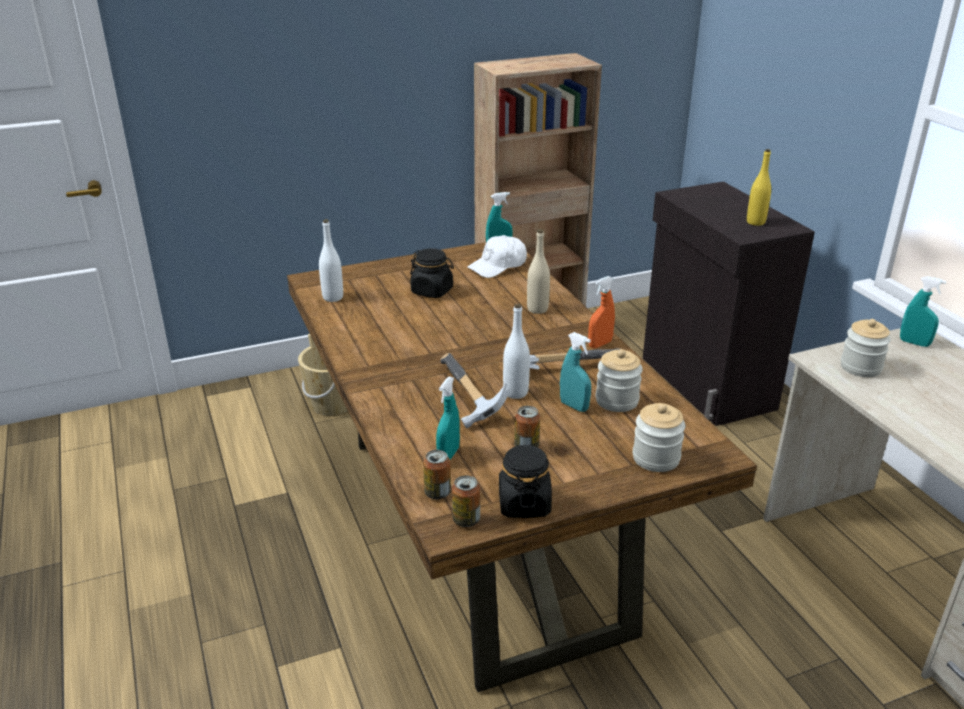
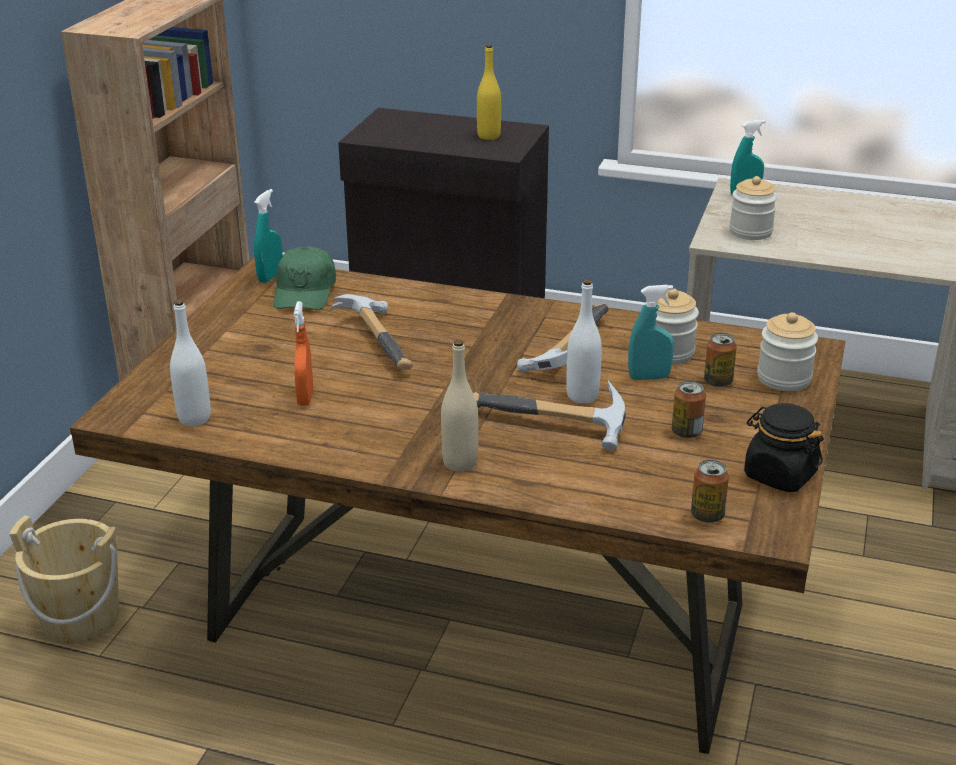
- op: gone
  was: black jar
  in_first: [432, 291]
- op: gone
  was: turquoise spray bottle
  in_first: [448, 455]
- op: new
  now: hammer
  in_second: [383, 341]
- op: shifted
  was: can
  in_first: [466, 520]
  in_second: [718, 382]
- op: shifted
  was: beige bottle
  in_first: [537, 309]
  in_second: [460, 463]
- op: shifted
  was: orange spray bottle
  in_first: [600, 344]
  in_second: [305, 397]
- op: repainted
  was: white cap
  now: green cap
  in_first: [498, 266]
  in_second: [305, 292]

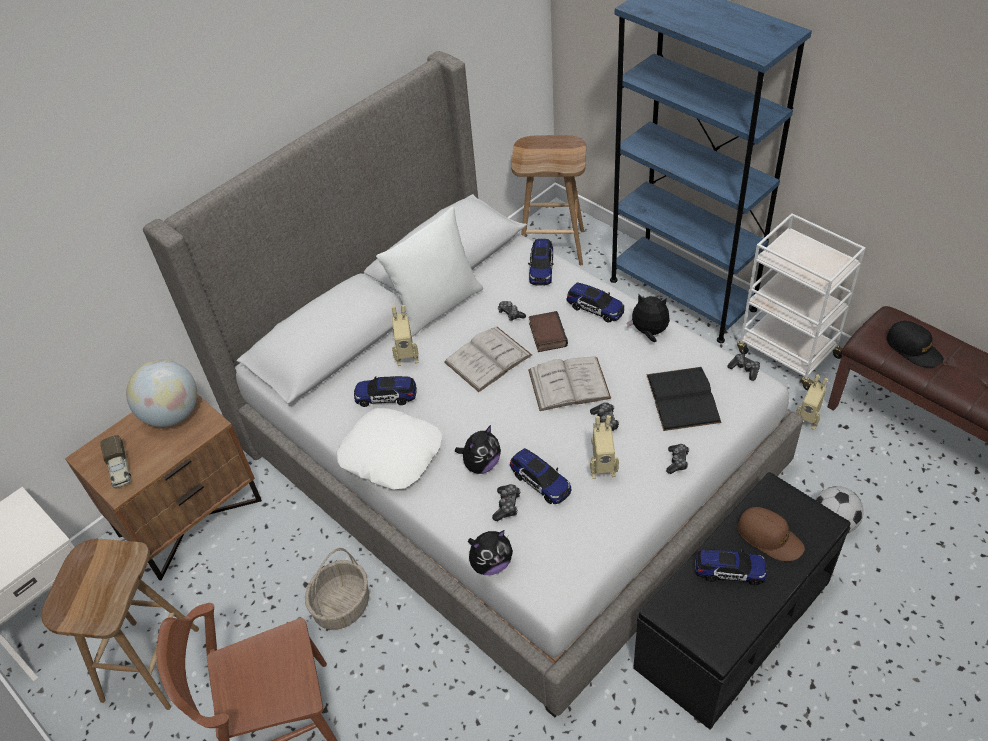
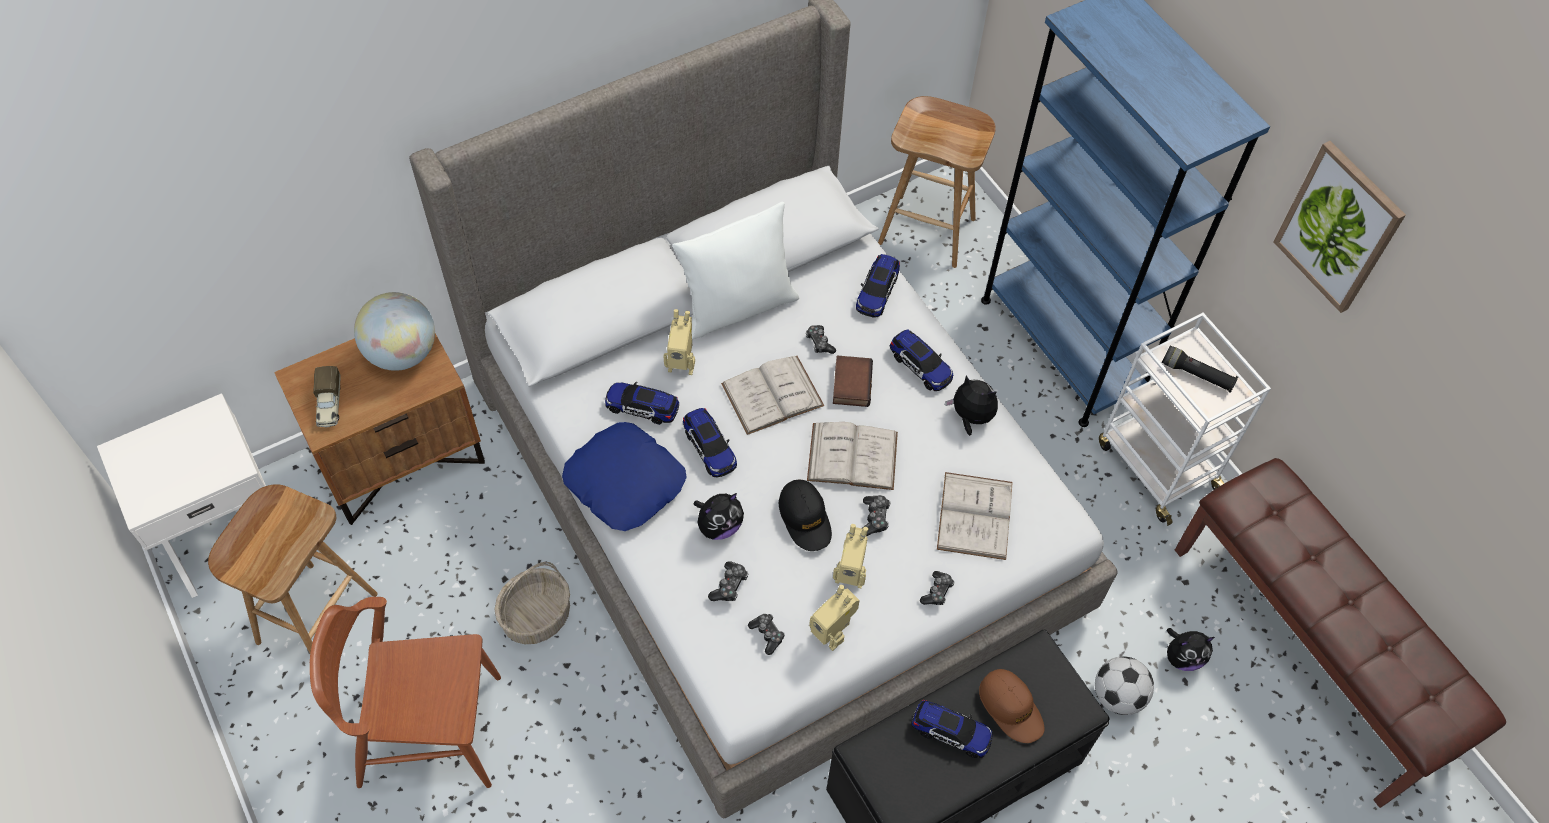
- op: new
  now: black flashlight
  in_second: [1197, 375]
- op: new
  now: picture
  in_second: [1339, 227]
- op: shifted
  was: plush toy
  in_first: [491, 563]
  in_second: [1182, 657]
- op: shifted
  was: toy car
  in_first: [540, 482]
  in_second: [709, 448]
- op: shifted
  was: game controller
  in_first: [744, 369]
  in_second: [767, 634]
- op: shifted
  was: toy robot
  in_first: [808, 420]
  in_second: [832, 632]
- op: shifted
  was: black cap
  in_first: [913, 349]
  in_second: [805, 518]
- op: repainted
  was: white pillow
  now: blue pillow
  in_first: [391, 454]
  in_second: [625, 481]
- op: repainted
  was: black book
  now: white book
  in_first: [683, 398]
  in_second: [975, 515]

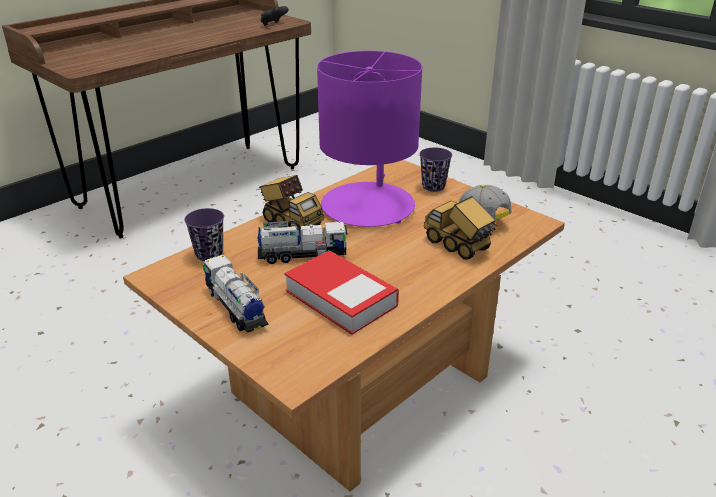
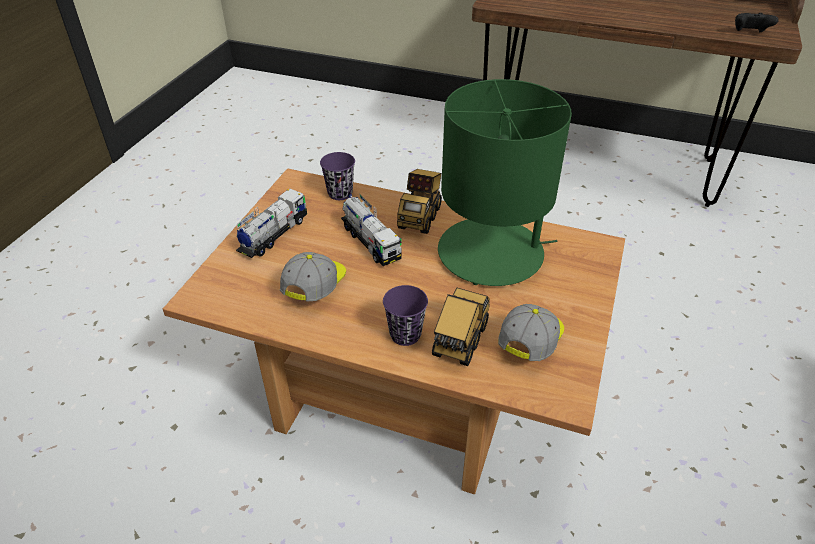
- op: shifted
  was: purple cup
  in_first: [433, 186]
  in_second: [405, 334]
- op: swapped
  was: book
  now: cap
  in_first: [340, 298]
  in_second: [316, 287]
- op: repainted
  was: purple table lamp
  now: green table lamp
  in_first: [368, 206]
  in_second: [492, 253]

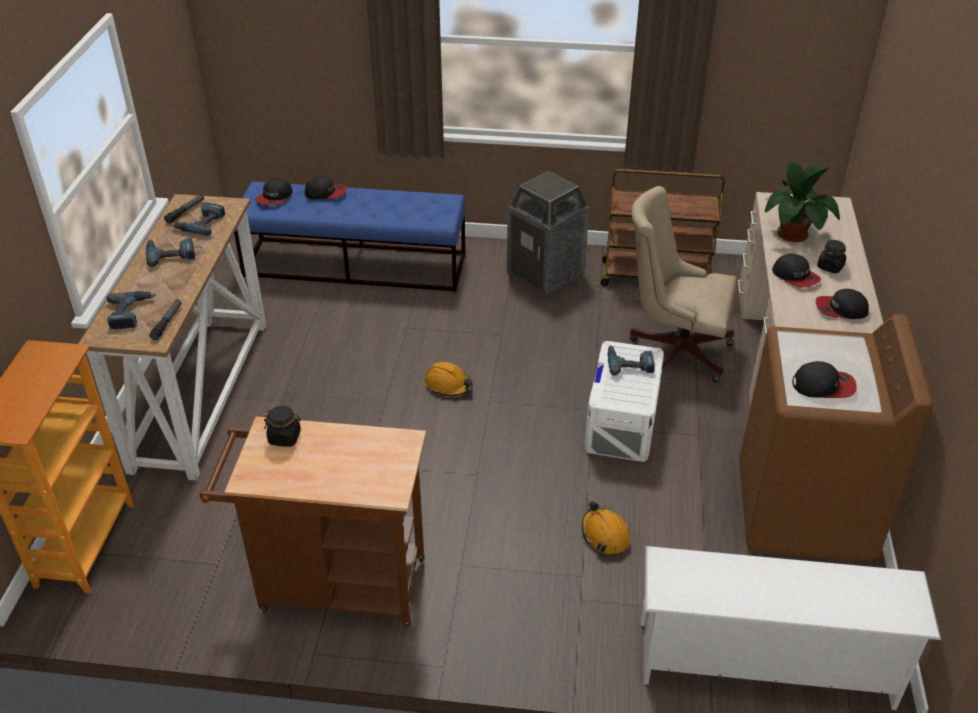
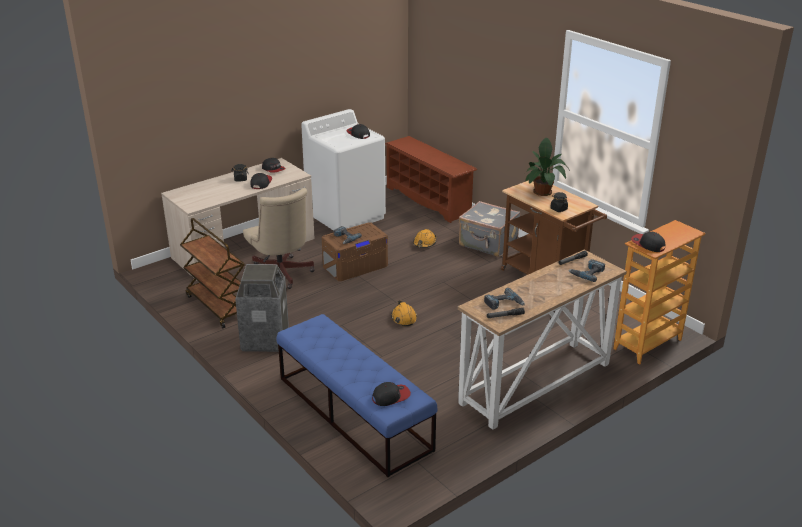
- op: gone
  was: power drill
  in_first: [170, 254]
- op: new
  now: grey suitcase
  in_second: [488, 244]
- op: shifted
  was: cap
  in_first: [326, 193]
  in_second: [648, 244]
- op: shifted
  was: potted plant
  in_first: [793, 235]
  in_second: [543, 191]
- op: repainted
  was: white storage box
  now: brown storage box
  in_first: [622, 422]
  in_second: [355, 266]
- op: repainted
  was: white shoe rack
  now: brown shoe rack
  in_first: [764, 667]
  in_second: [429, 200]
- op: repainted
  was: brown washing machine
  now: white washing machine
  in_first: [804, 512]
  in_second: [346, 215]

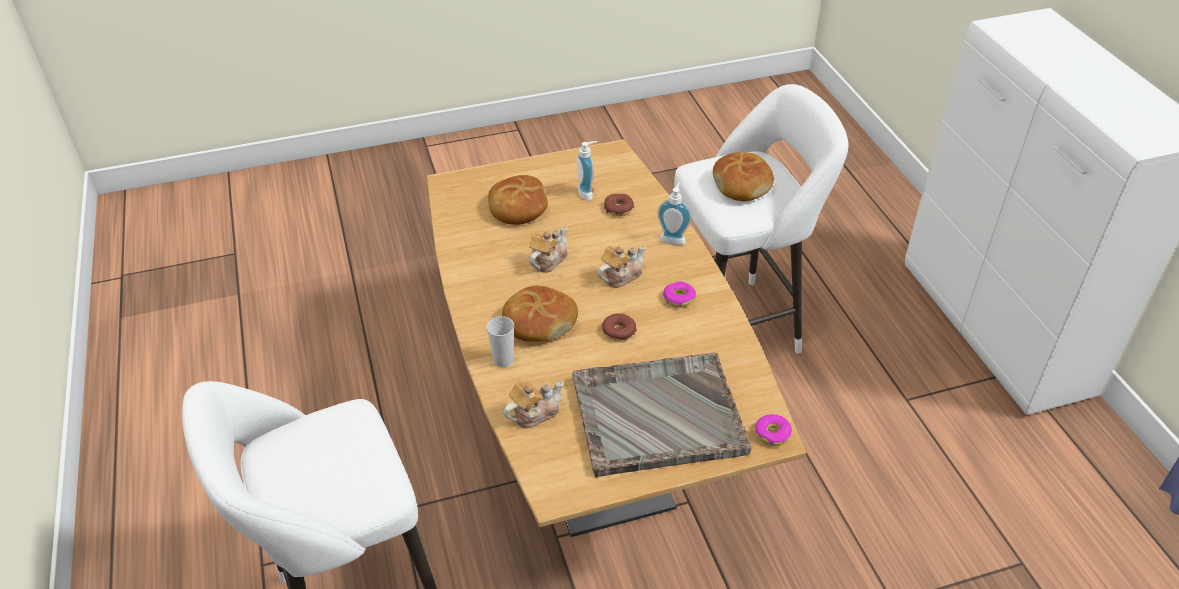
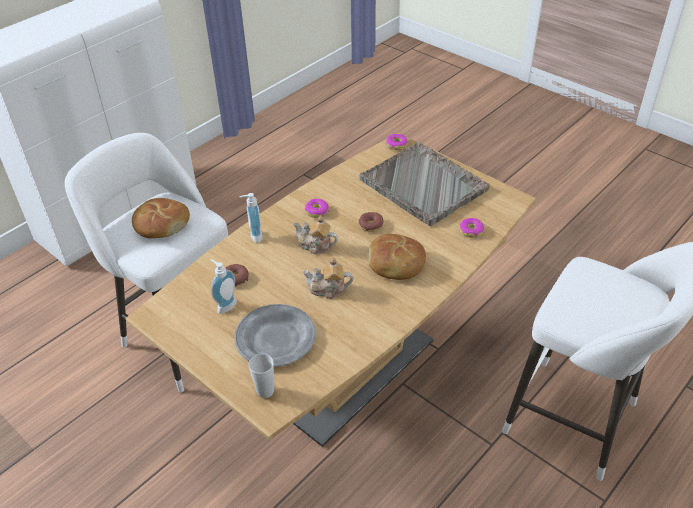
- op: shifted
  was: cup
  in_first: [503, 360]
  in_second: [265, 391]
- op: swapped
  was: bread
  now: grey plate
  in_first: [518, 208]
  in_second: [276, 339]
- op: swapped
  was: teapot
  now: donut
  in_first: [534, 413]
  in_second: [471, 231]

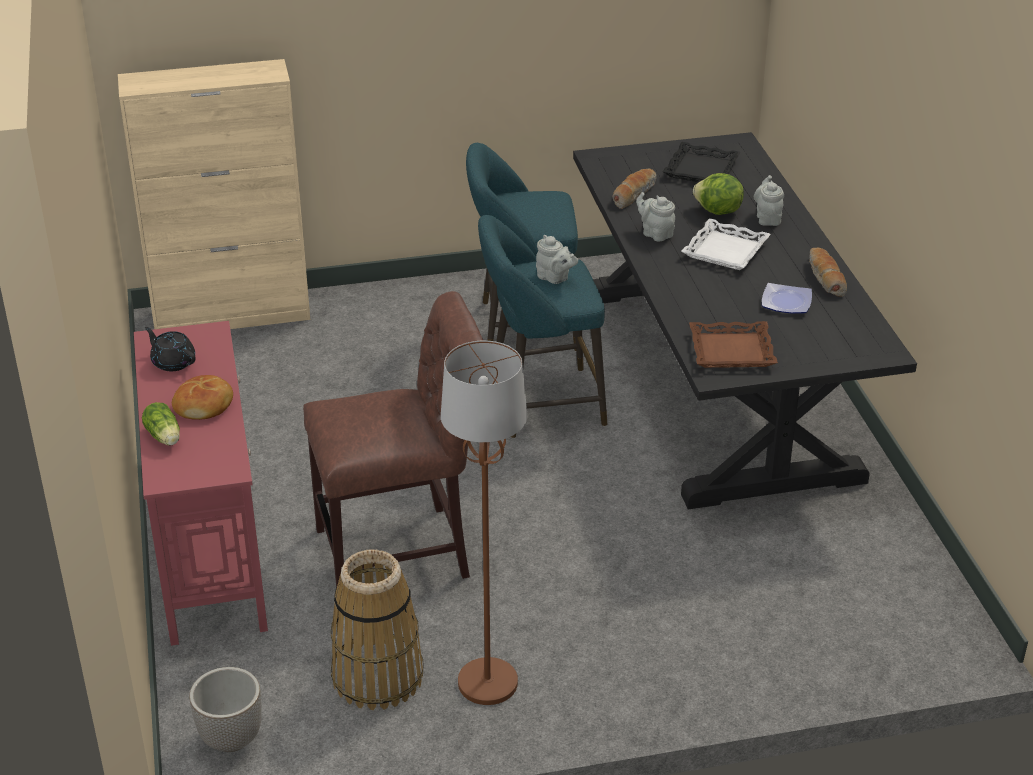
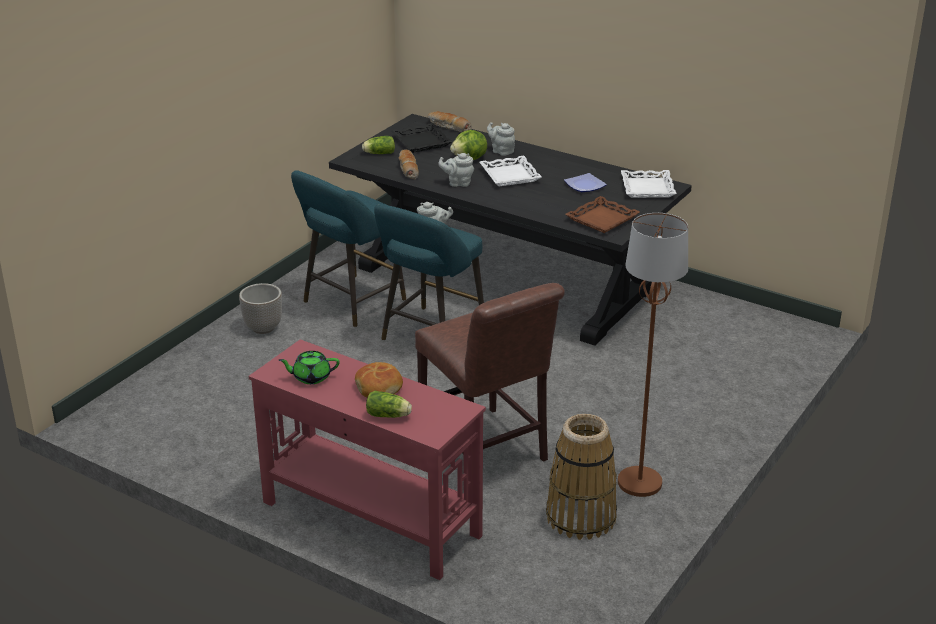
- op: gone
  was: beige cabinet
  in_first: [232, 315]
- op: new
  now: lettuce
  in_second: [378, 153]
- op: new
  now: white tray
  in_second: [647, 188]
- op: shifted
  was: planter
  in_first: [230, 738]
  in_second: [263, 328]
- op: shifted
  was: bread
  in_first: [825, 278]
  in_second: [449, 127]
- op: repainted
  was: black teapot
  now: green teapot
  in_first: [173, 362]
  in_second: [311, 377]
- op: rotated
  was: brown chair
  in_first: [402, 552]
  in_second: [486, 451]
  clockwise: 120

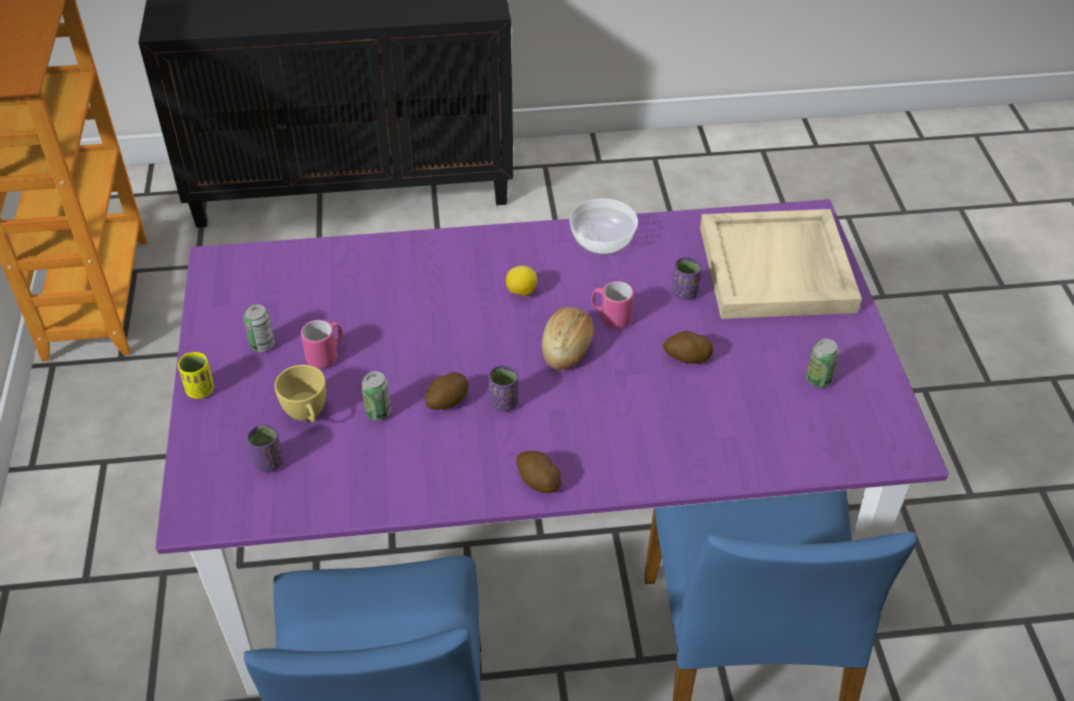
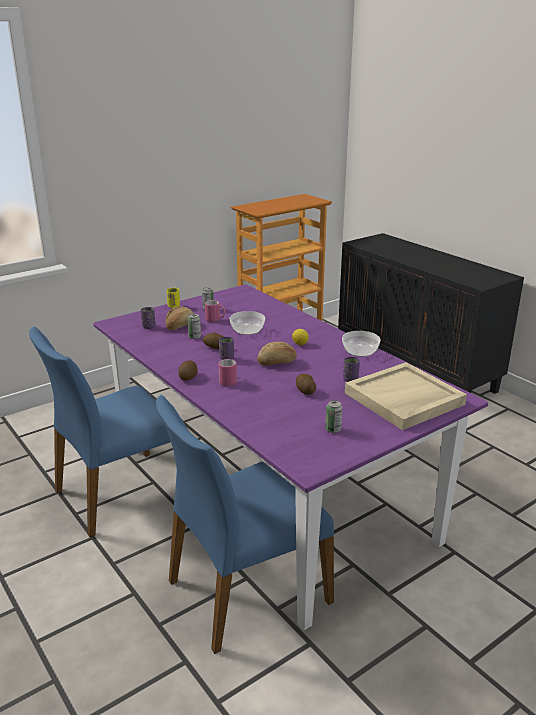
- op: new
  now: bowl
  in_second: [247, 331]
- op: shifted
  was: pink mug
  in_first: [610, 318]
  in_second: [227, 381]
- op: swapped
  was: yellow cup
  now: bread
  in_first: [307, 415]
  in_second: [180, 326]

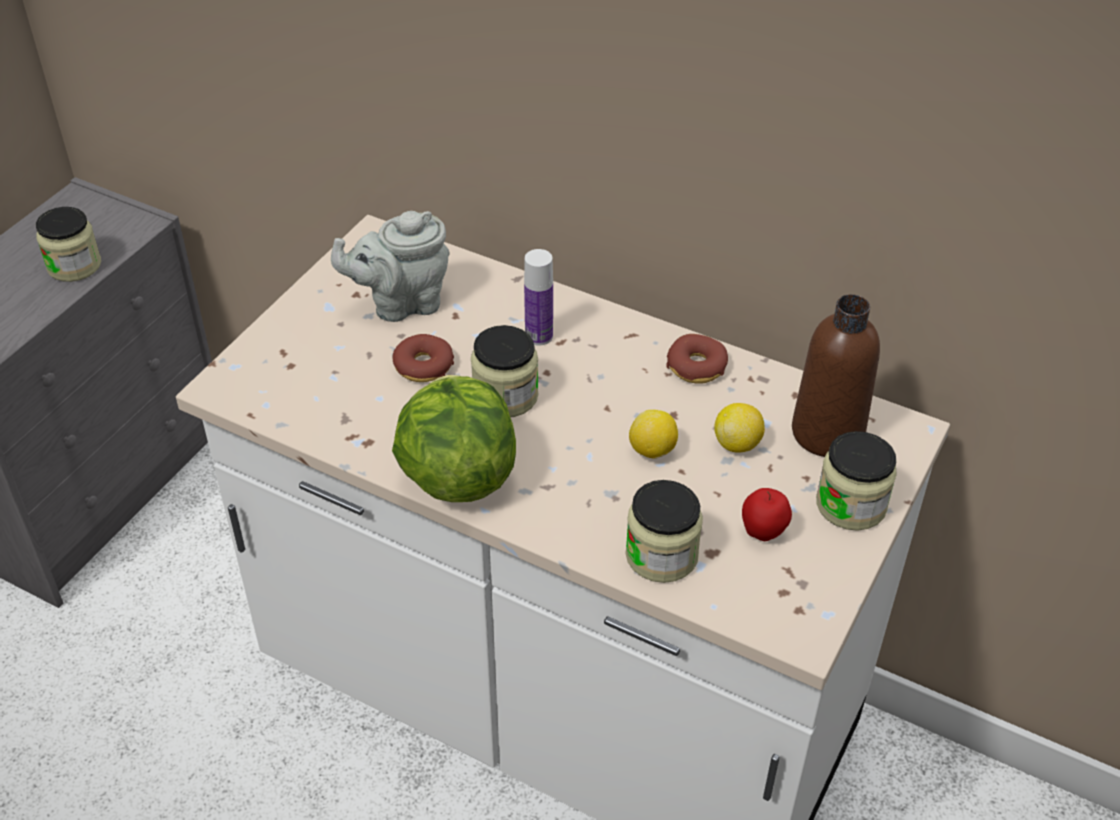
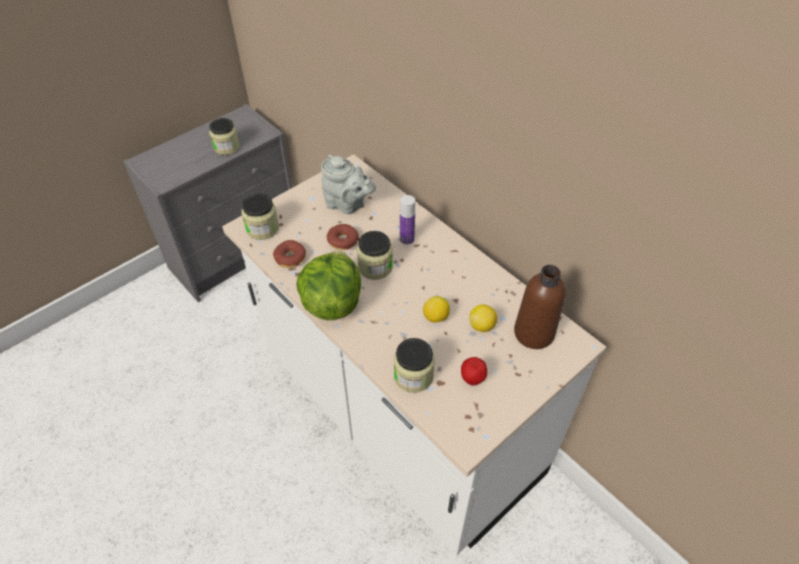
- op: shifted
  was: donut
  in_first: [696, 366]
  in_second: [290, 258]
- op: shifted
  was: jar
  in_first: [851, 505]
  in_second: [262, 228]
- op: rotated
  was: grey teapot
  in_first: [401, 303]
  in_second: [347, 205]
  clockwise: -150

